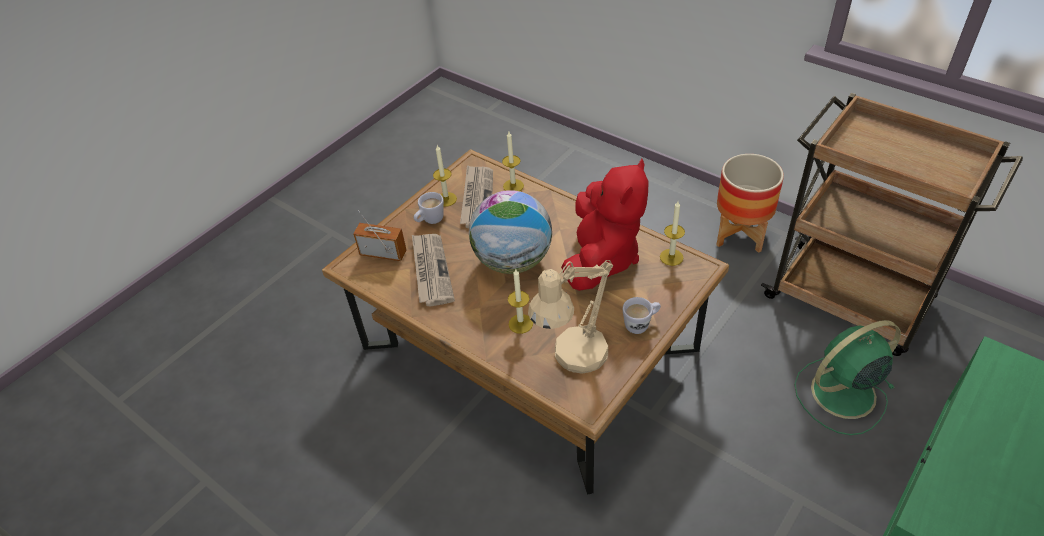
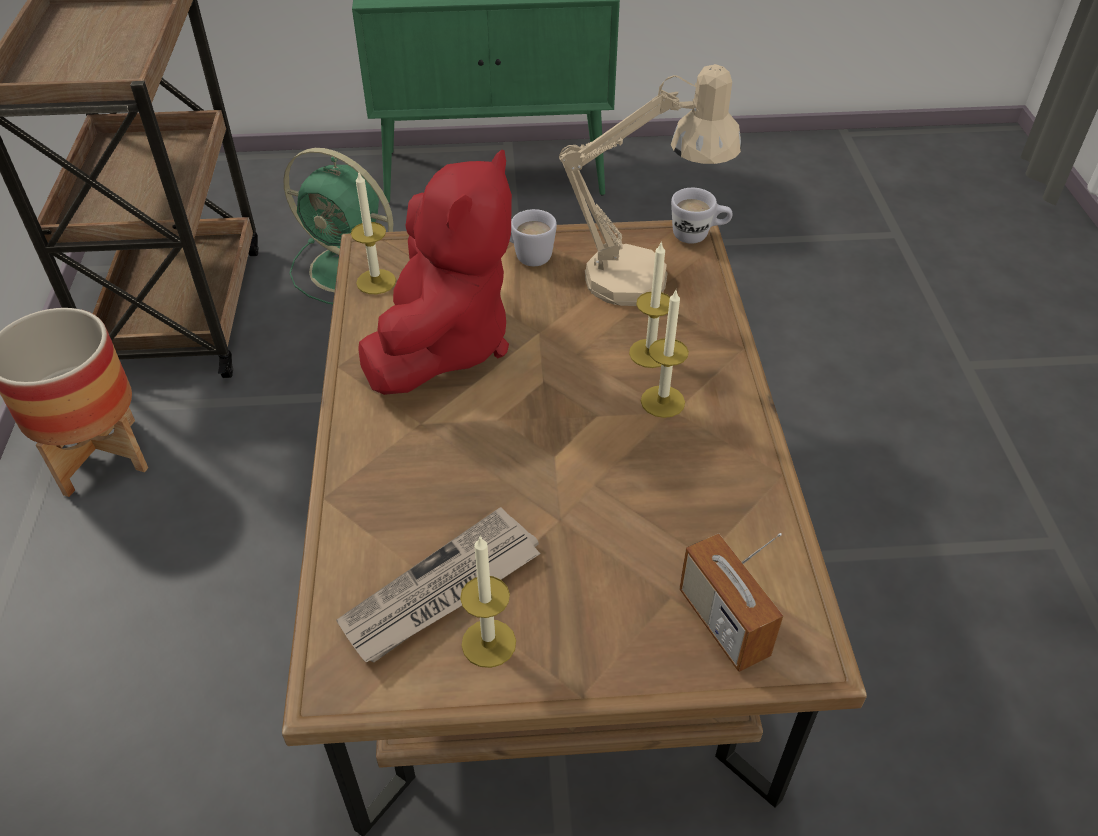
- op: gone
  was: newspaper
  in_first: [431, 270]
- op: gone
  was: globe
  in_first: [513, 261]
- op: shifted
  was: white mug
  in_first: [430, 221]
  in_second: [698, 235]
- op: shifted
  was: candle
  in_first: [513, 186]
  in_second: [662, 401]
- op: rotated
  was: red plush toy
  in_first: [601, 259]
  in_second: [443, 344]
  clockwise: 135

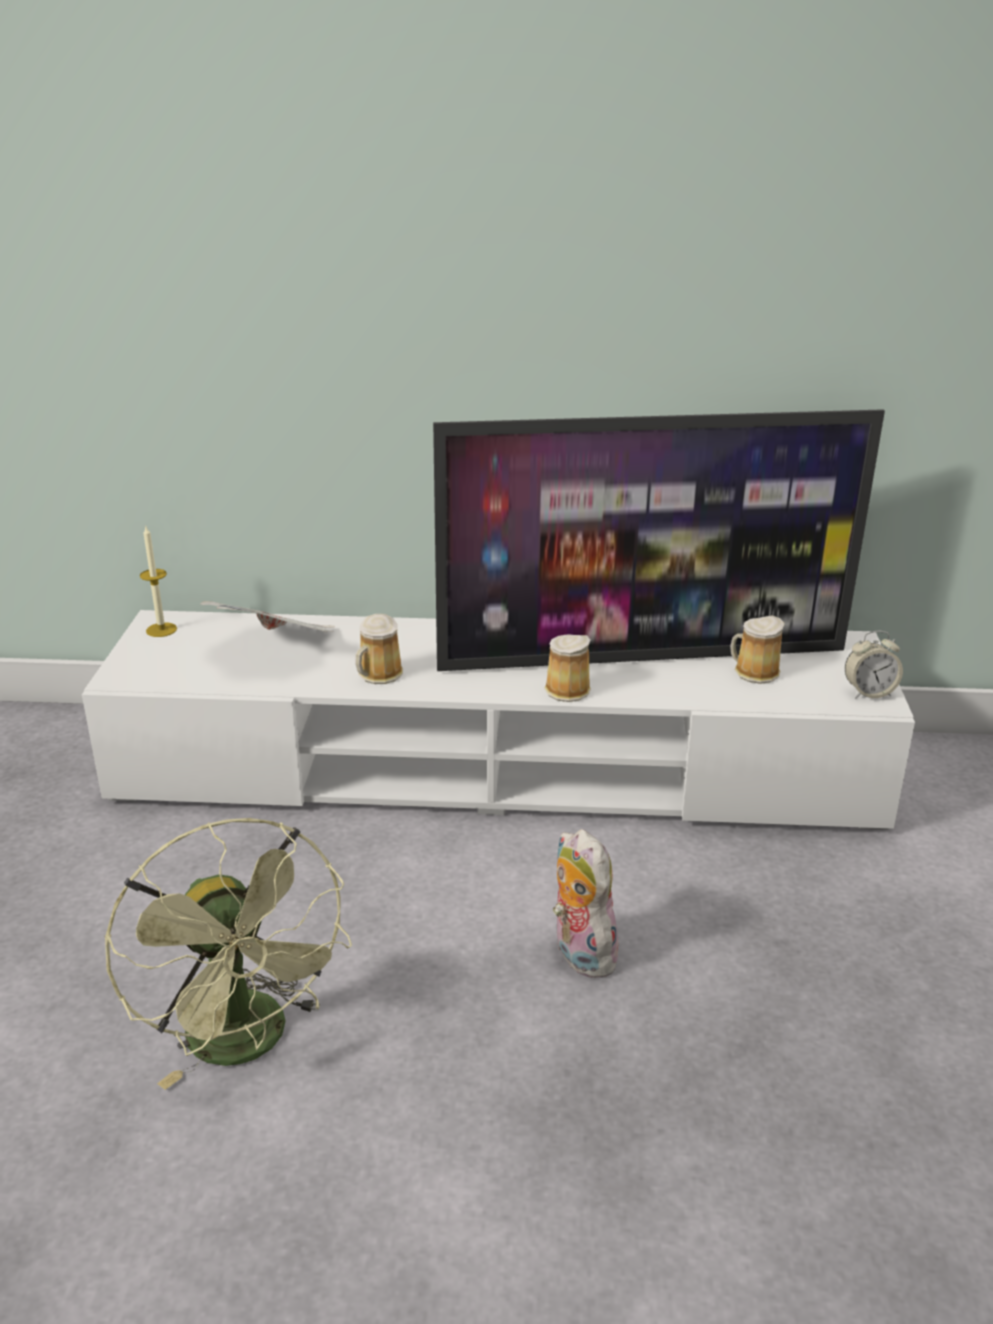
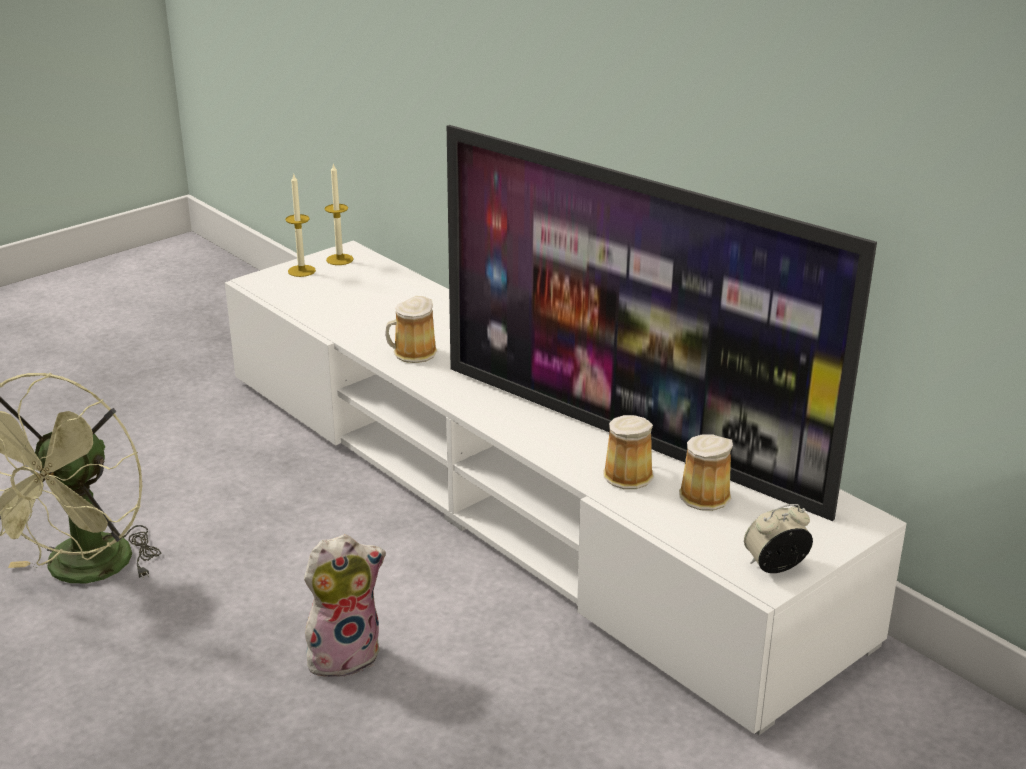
- op: gone
  was: newspaper
  in_first: [278, 649]
- op: new
  now: candle
  in_second: [301, 271]
- op: shifted
  was: mug
  in_first: [565, 689]
  in_second: [628, 474]
- op: rotated
  was: plush toy
  in_first: [579, 953]
  in_second: [344, 654]
  clockwise: 45
- op: rotated
  was: alarm clock
  in_first: [869, 693]
  in_second: [775, 566]
  clockwise: 120

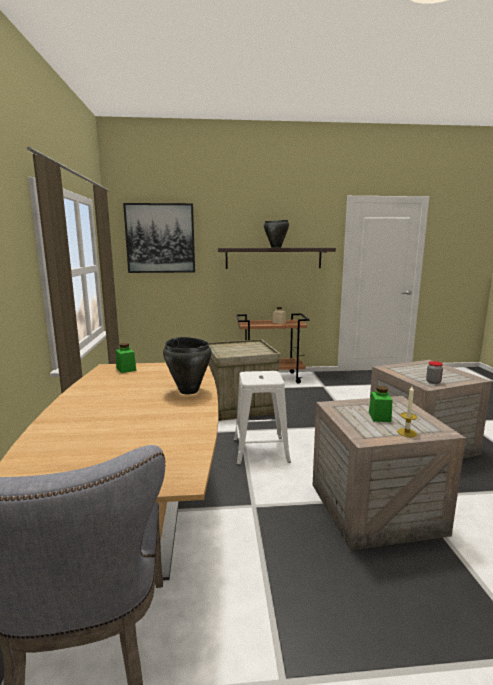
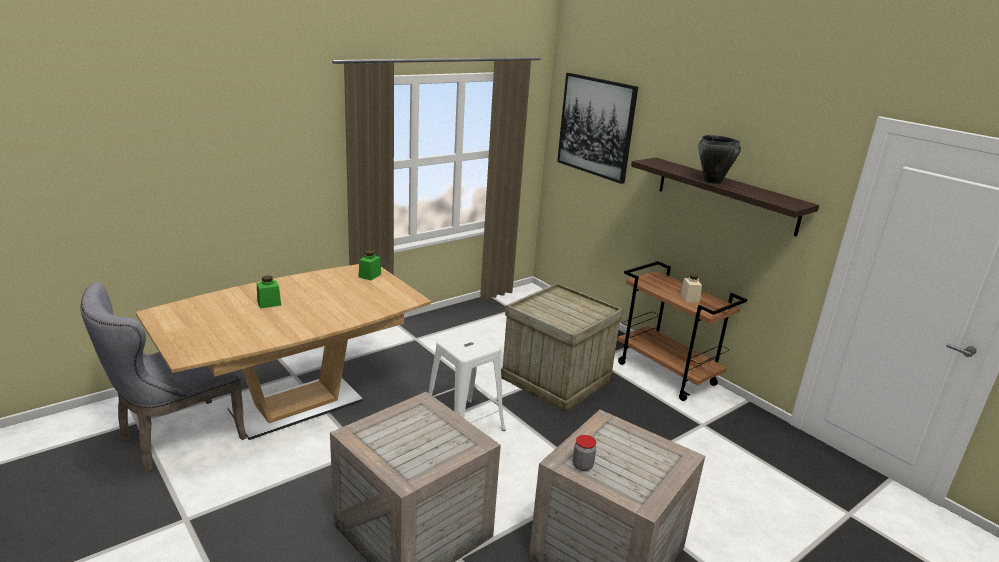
- op: gone
  was: black cooking pot
  in_first: [189, 391]
- op: gone
  was: candle
  in_first: [407, 432]
- op: shifted
  was: green jar
  in_first: [379, 417]
  in_second: [269, 303]

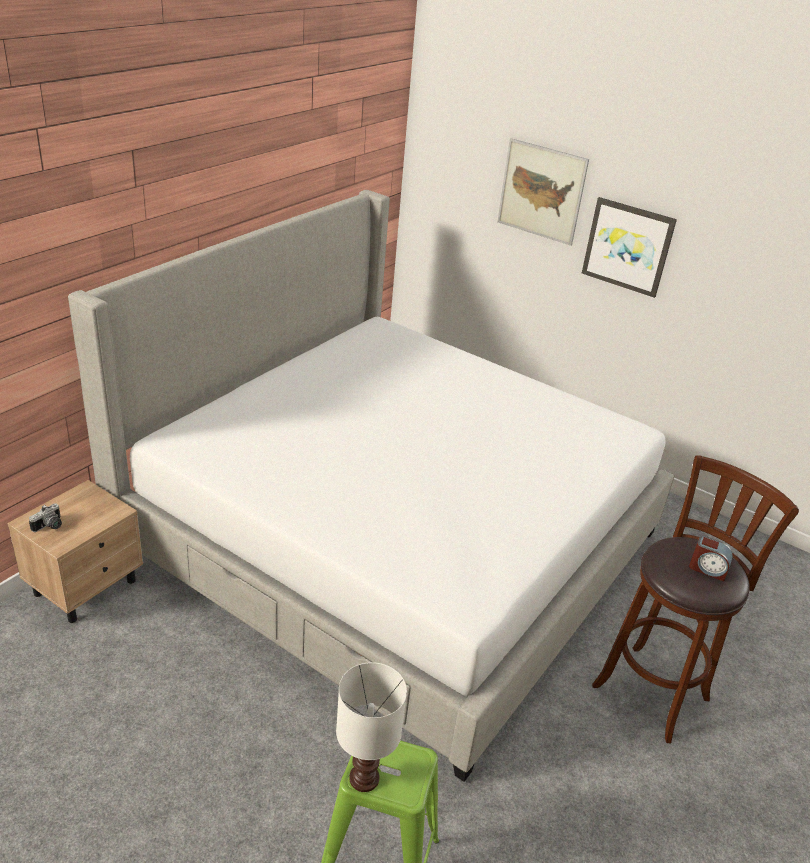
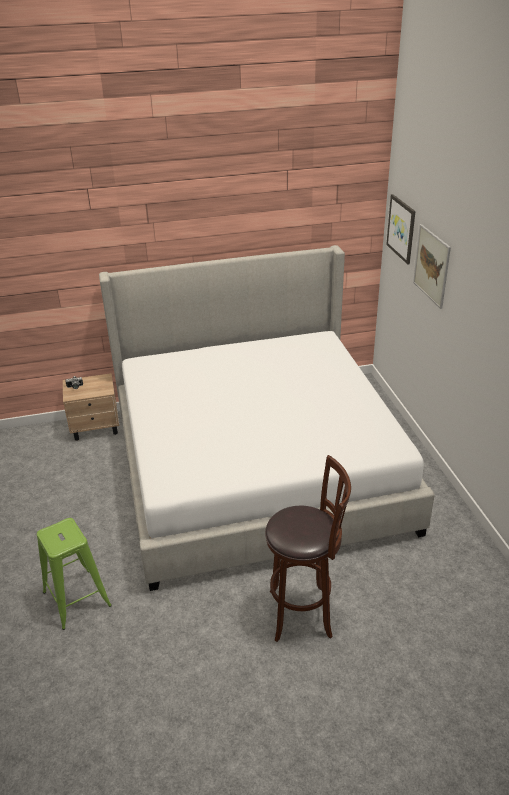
- op: gone
  was: white table lamp
  in_first: [364, 779]
- op: gone
  was: alarm clock
  in_first: [707, 569]
- op: shifted
  was: picture
  in_first: [628, 246]
  in_second: [401, 228]

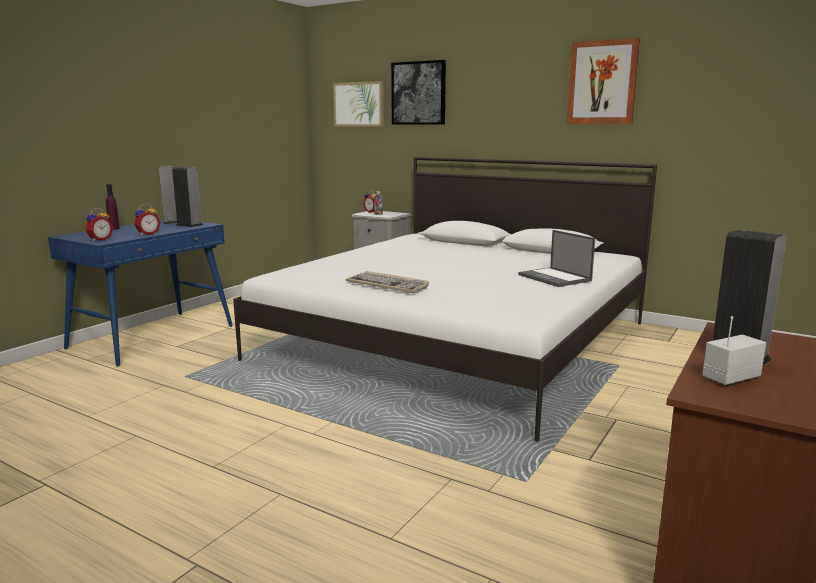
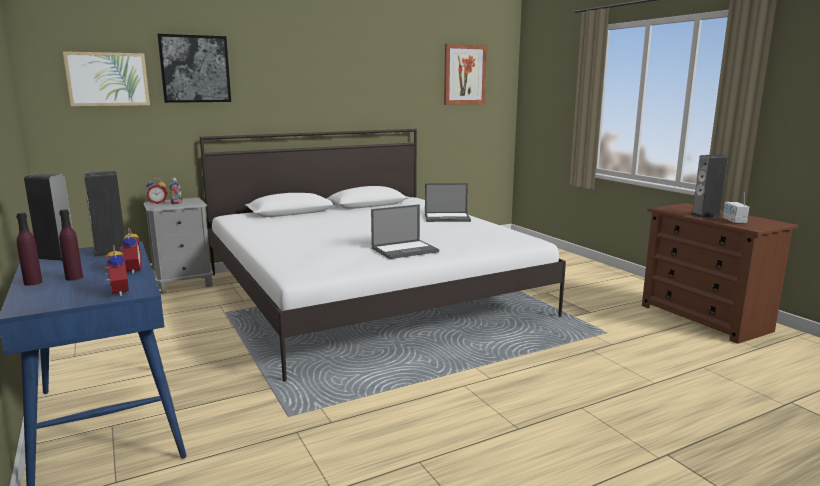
- op: new
  now: purple bottle
  in_second: [74, 278]
- op: shifted
  was: picture
  in_first: [602, 82]
  in_second: [464, 75]
- op: swapped
  was: keyboard
  now: laptop
  in_first: [388, 285]
  in_second: [405, 250]

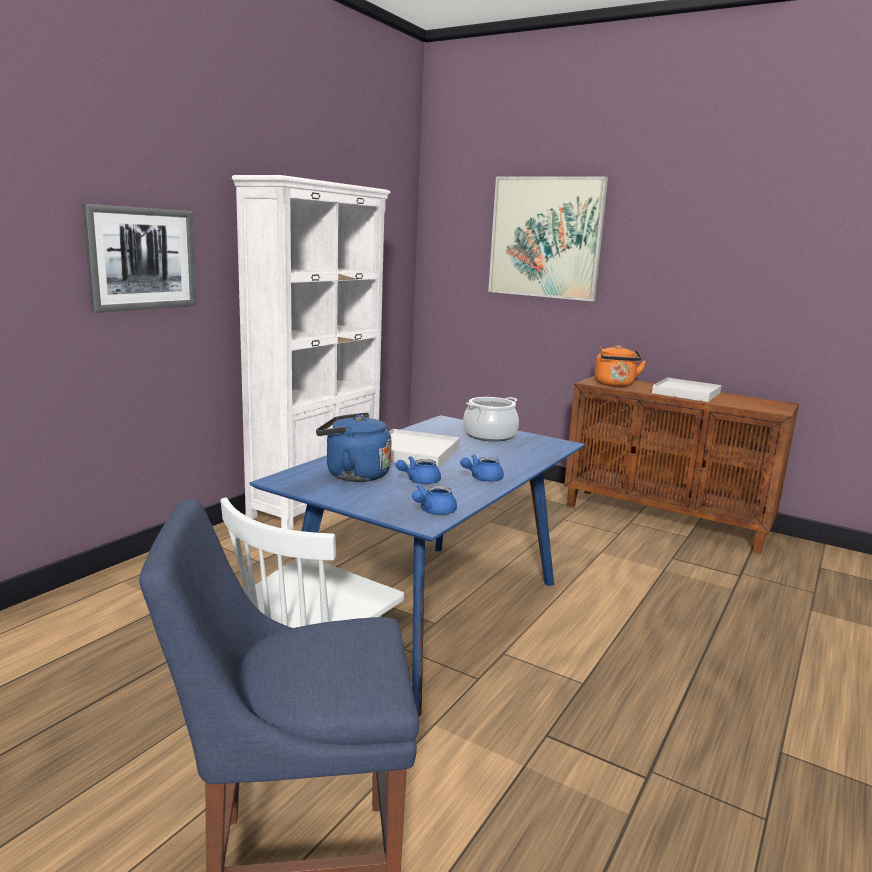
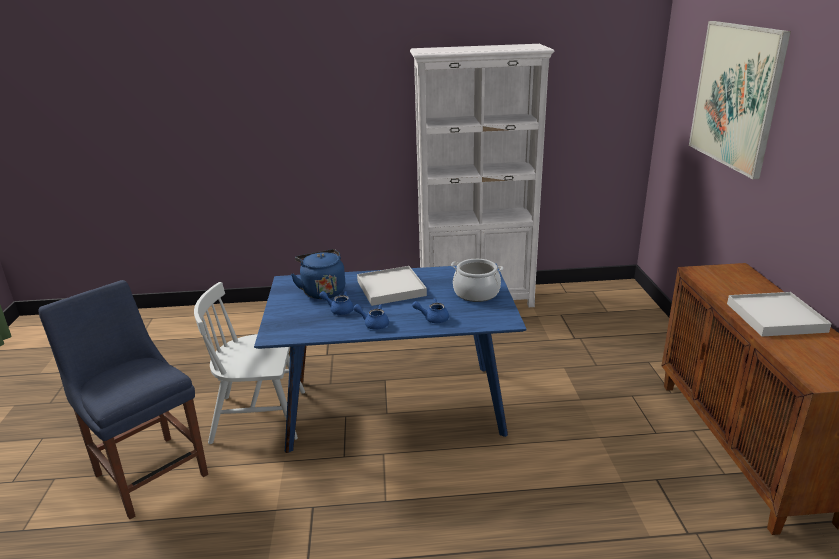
- op: gone
  was: picture
  in_first: [142, 259]
- op: gone
  was: orange kettle
  in_first: [615, 385]
- op: shifted
  was: blue teapot
  in_first: [433, 511]
  in_second: [433, 318]

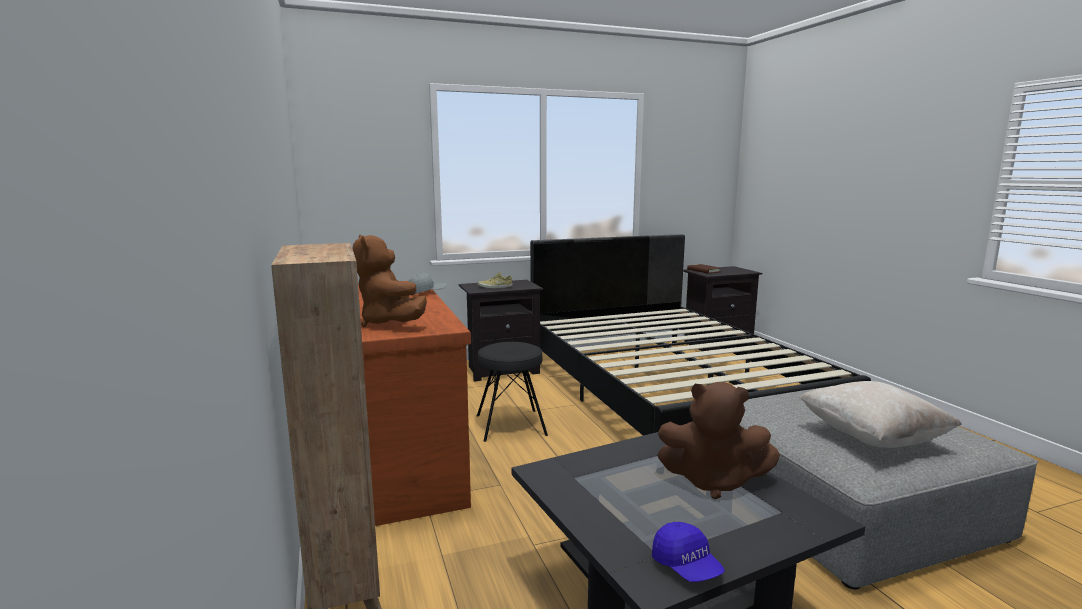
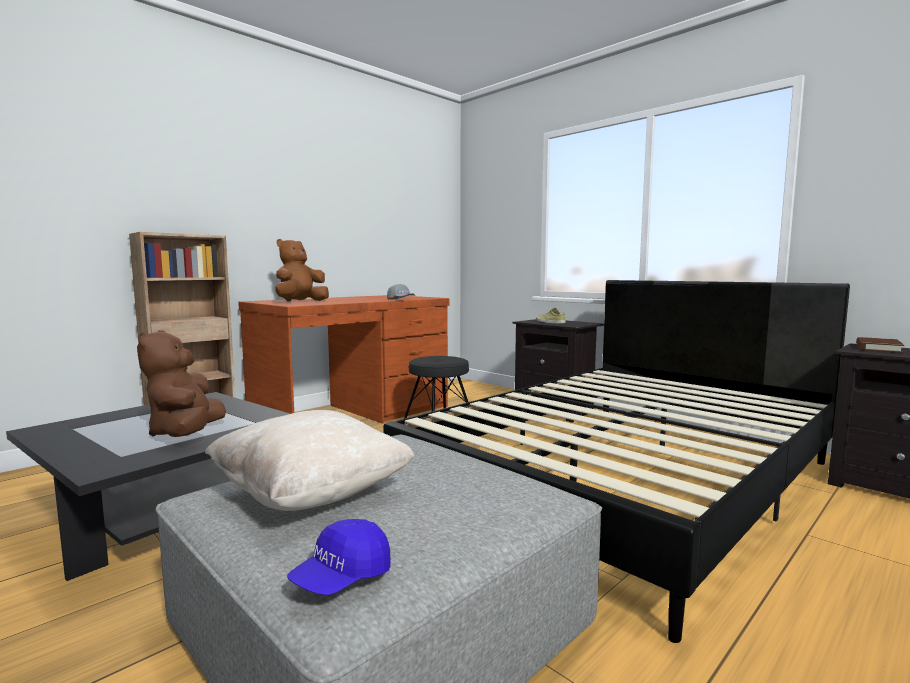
- op: shifted
  was: blue cap
  in_first: [686, 567]
  in_second: [342, 578]

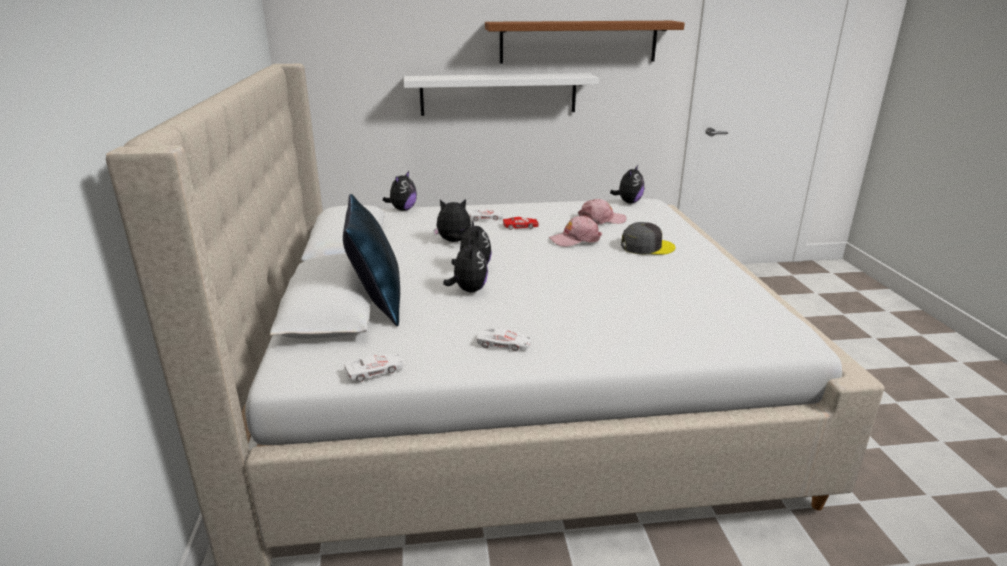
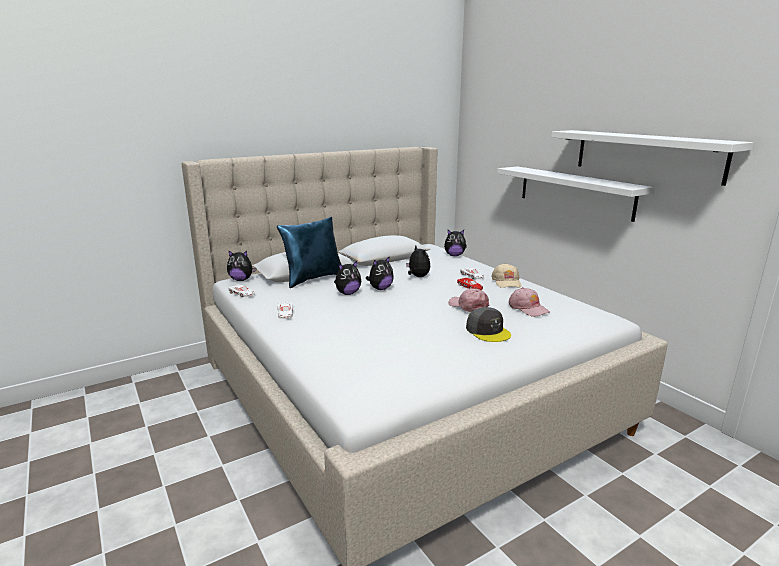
- op: new
  now: beige cap
  in_second: [506, 282]
- op: shifted
  was: plush toy
  in_first: [628, 202]
  in_second: [241, 280]
- op: repainted
  was: brown shelf
  now: white shelf
  in_first: [578, 42]
  in_second: [646, 155]

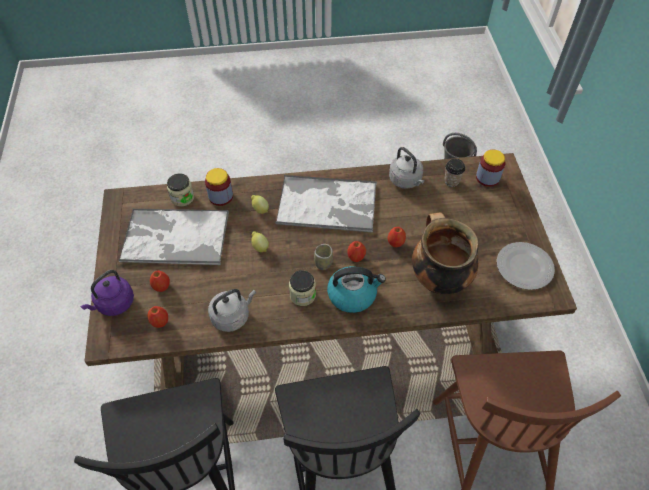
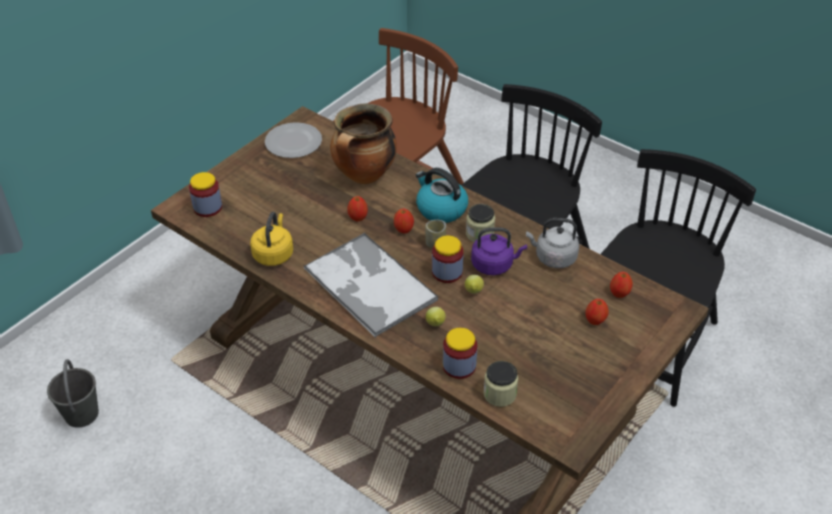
- op: gone
  was: tray
  in_first: [174, 237]
- op: gone
  was: cup
  in_first: [451, 181]
- op: new
  now: jar
  in_second: [447, 272]
- op: shifted
  was: purple kettle
  in_first: [114, 304]
  in_second: [494, 265]
- op: repainted
  was: grey kettle
  now: yellow kettle
  in_first: [406, 180]
  in_second: [274, 254]

